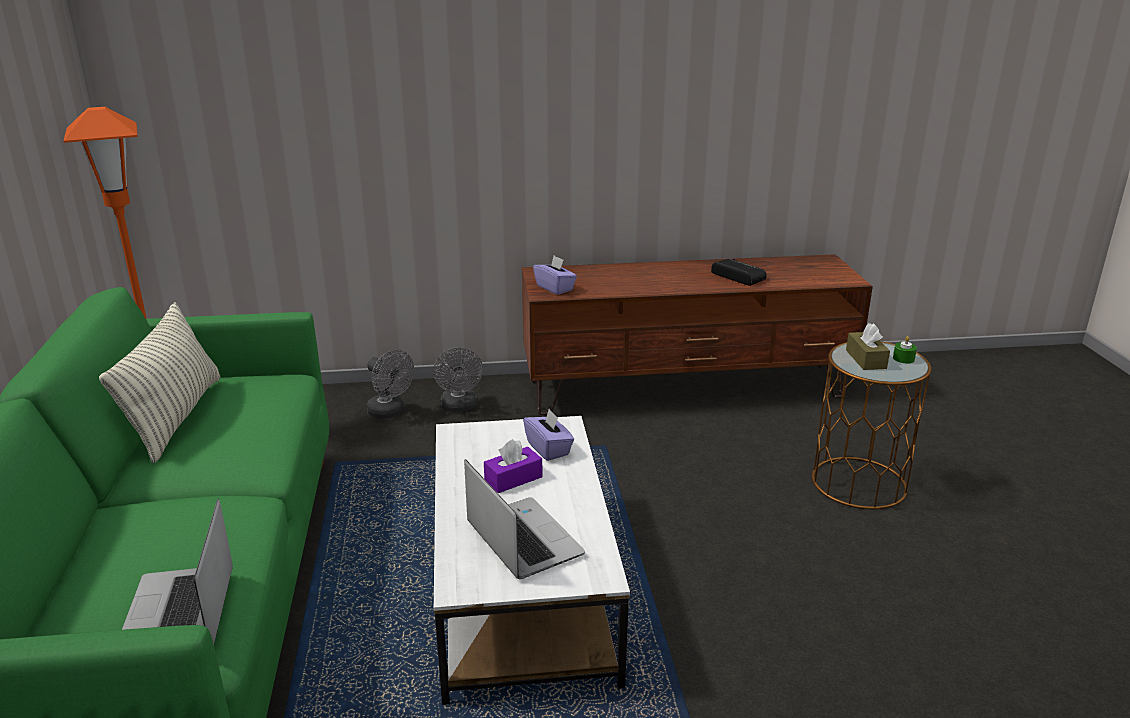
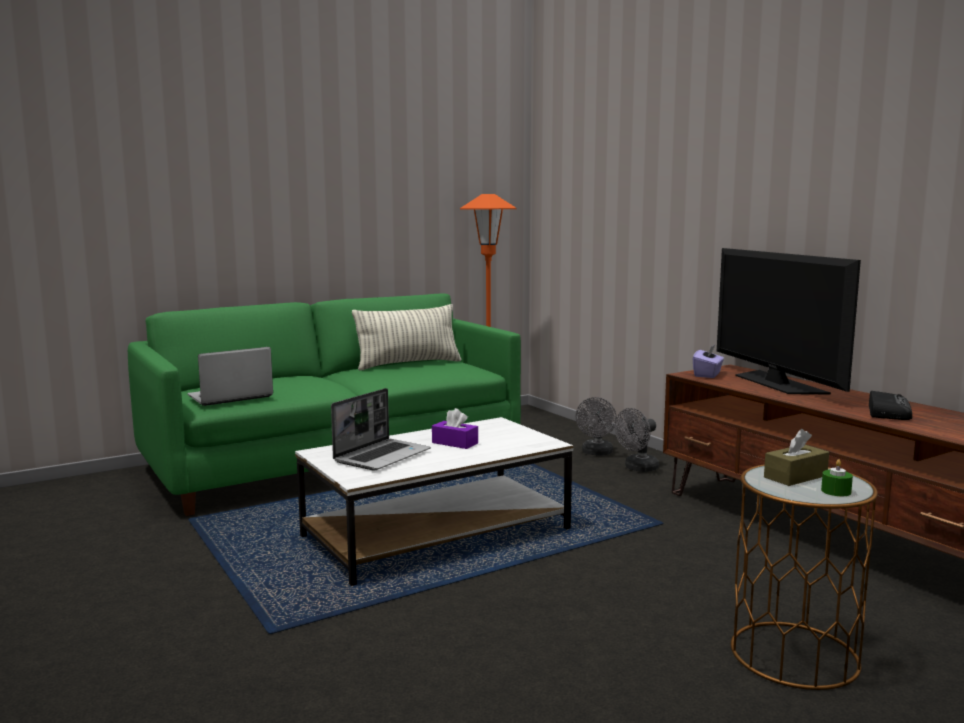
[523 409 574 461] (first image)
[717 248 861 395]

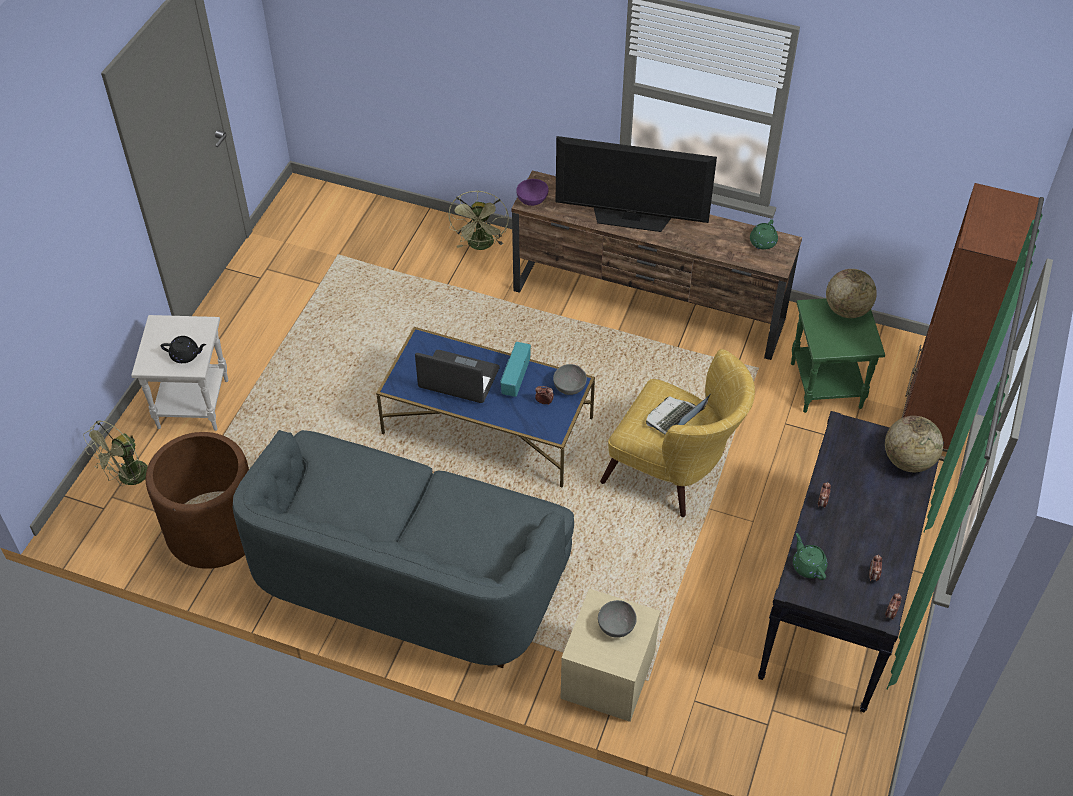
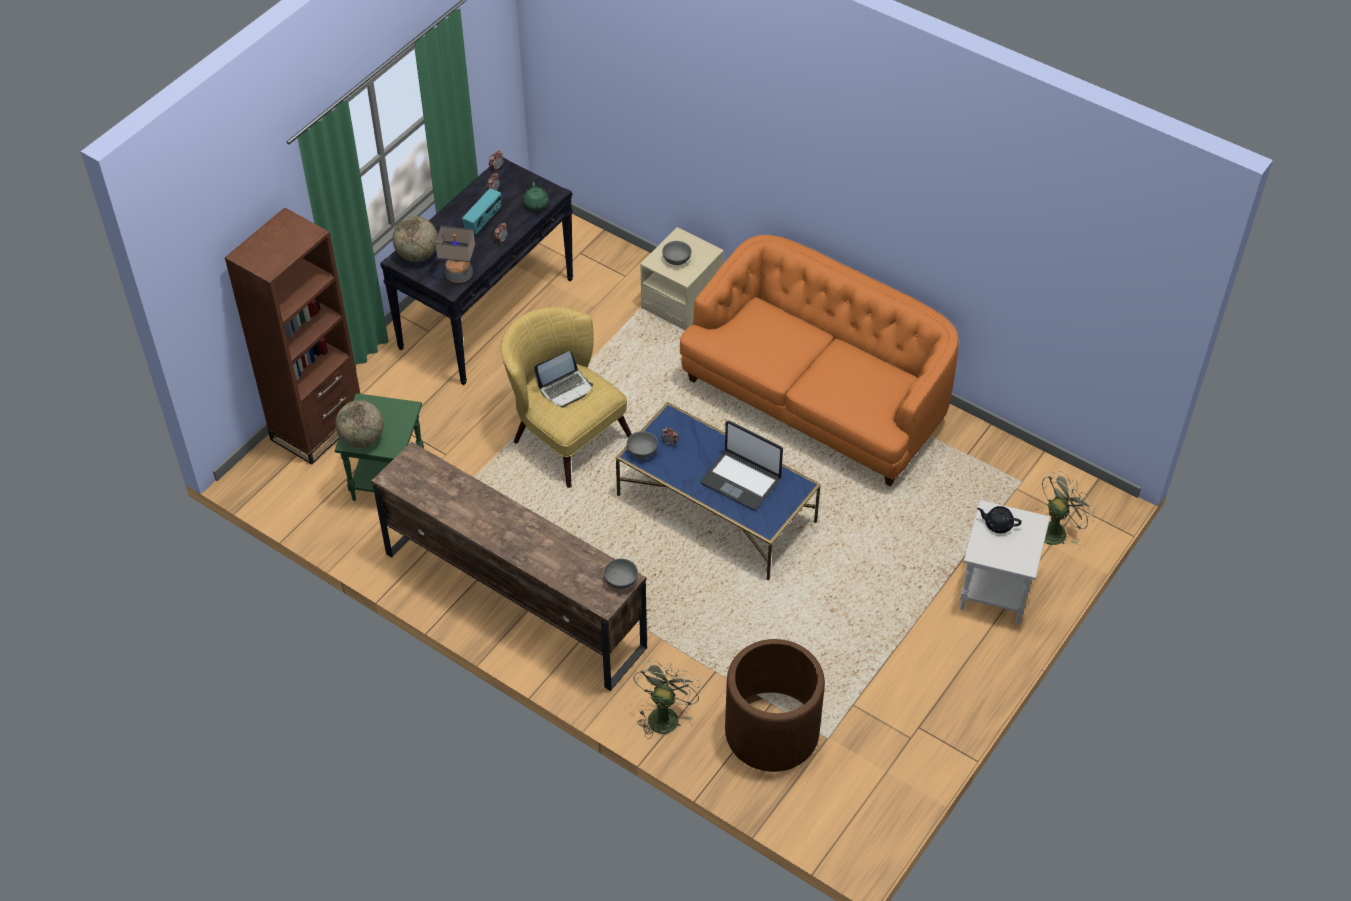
[555 136 717 232] (first image)
[750 219 778 249] (first image)
[435 226 475 283]
[725 639 825 772]
[462 188 501 235]
[680 235 959 486]
[603 558 638 589]

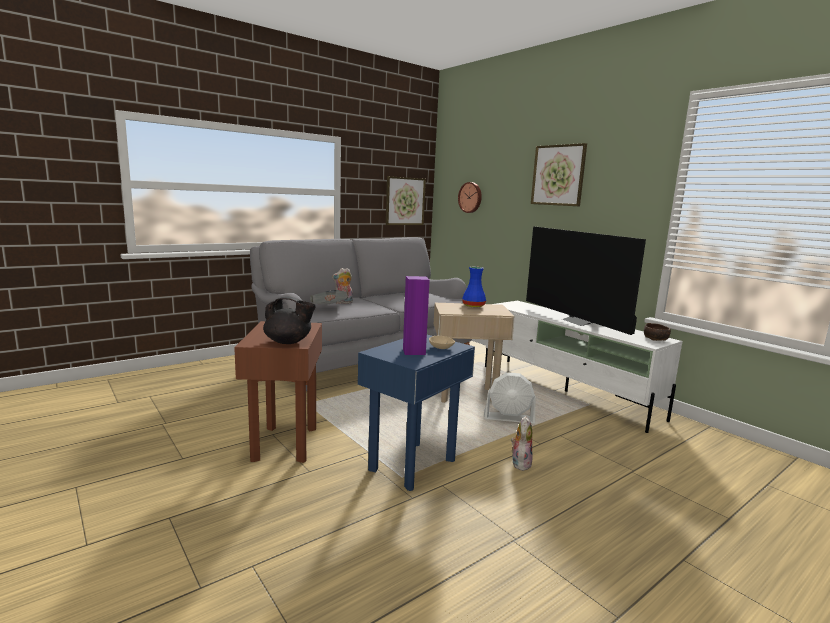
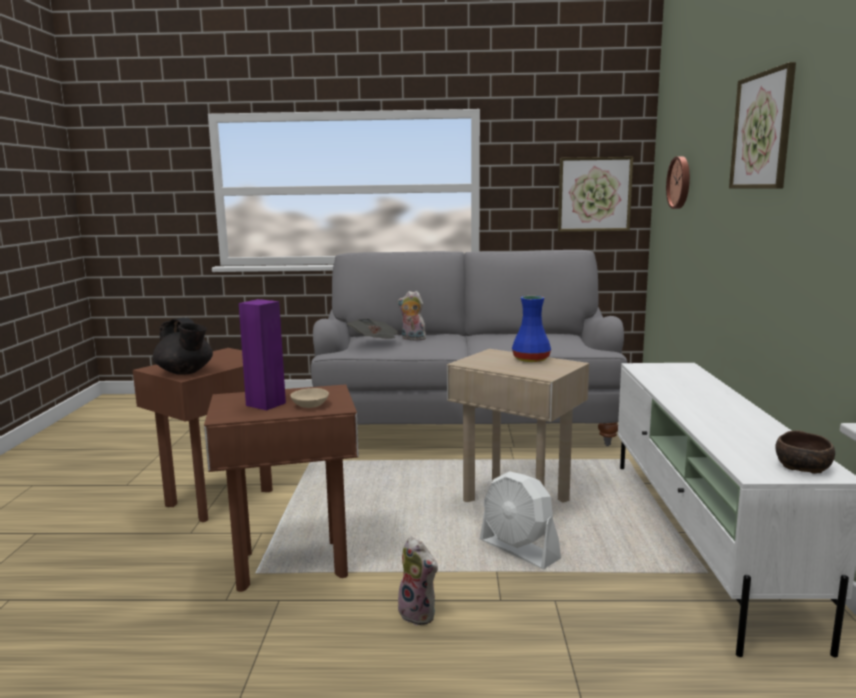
[526 226 646 335] (first image)
[204 385 359 592]
[397 537 438 626]

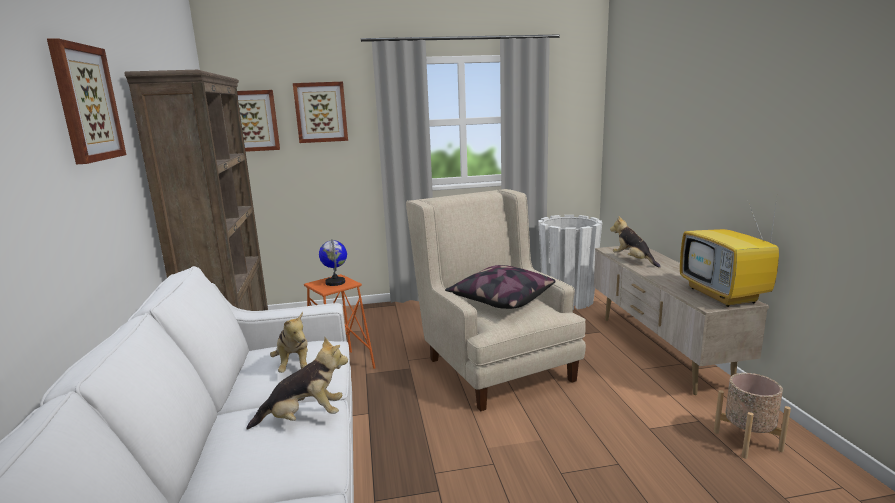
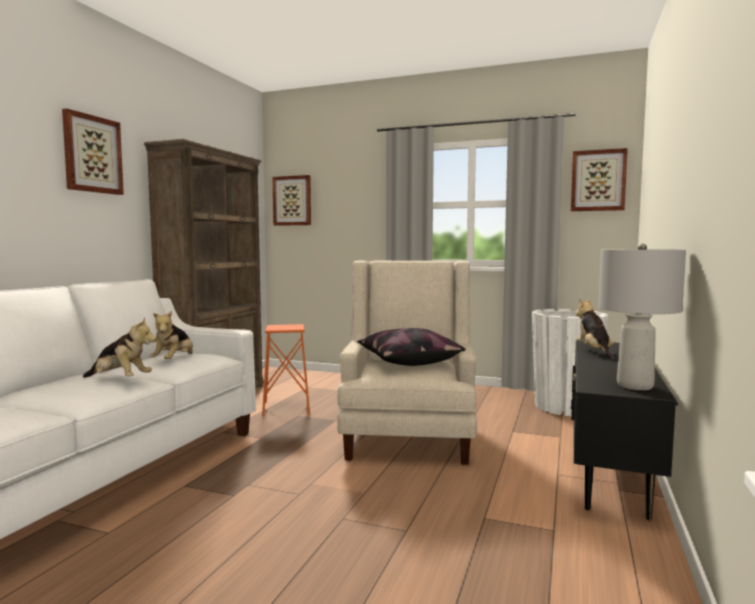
[319 239 347 286] (first image)
[714 373 791 459] (first image)
[571 148 628 211]
[598 243 686 390]
[571 340 678 520]

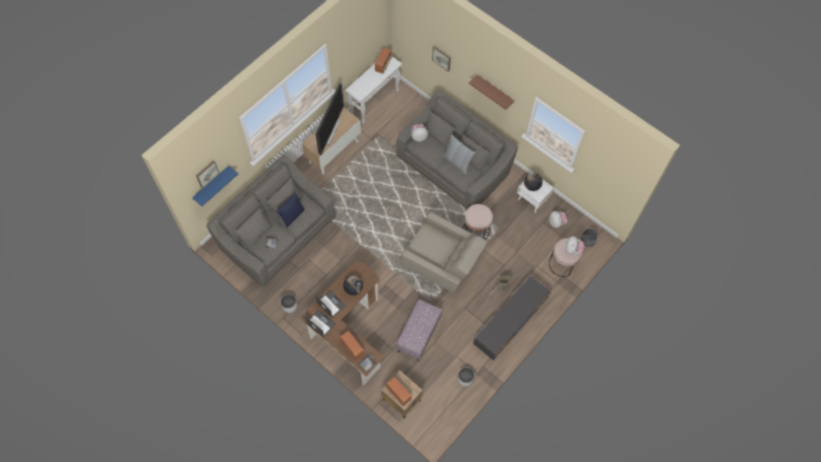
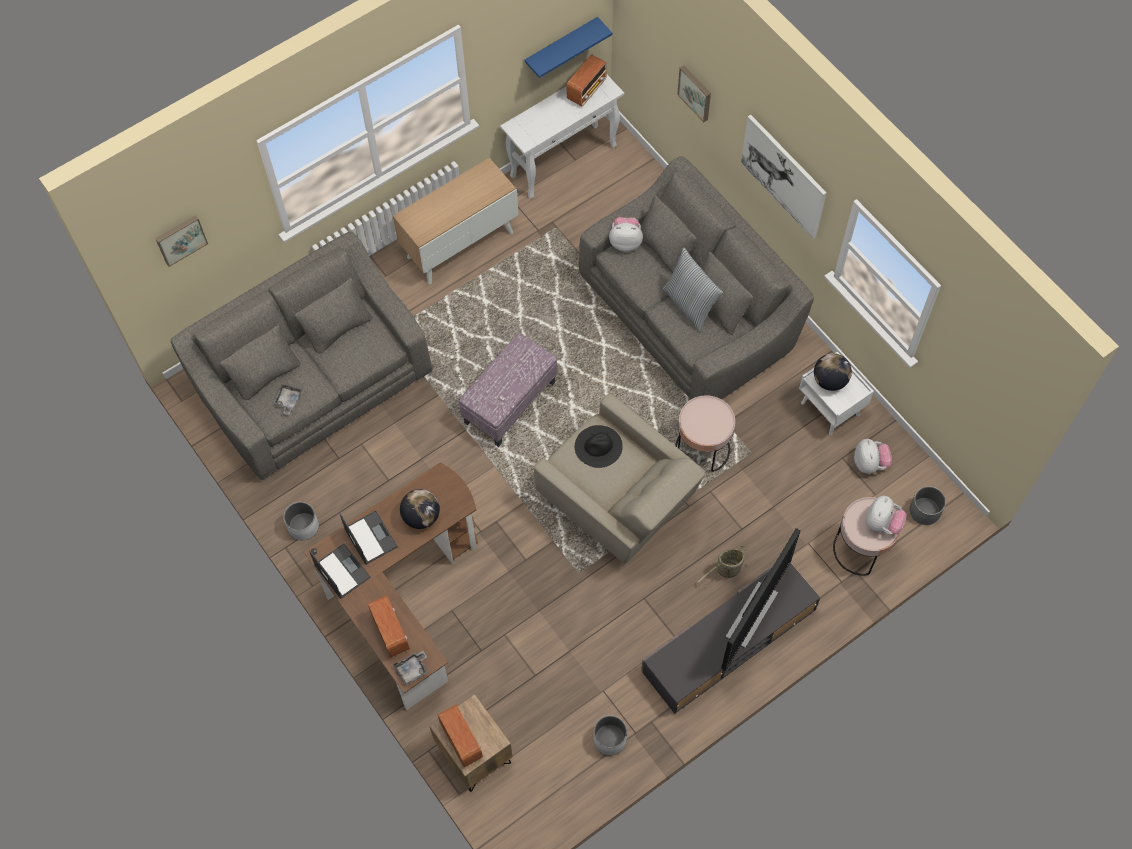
[276 192 305 228] (first image)
[575 425 623 468]
[525 17 612 78]
[721 528 801 671]
[459 333 558 447]
[741 115 827 239]

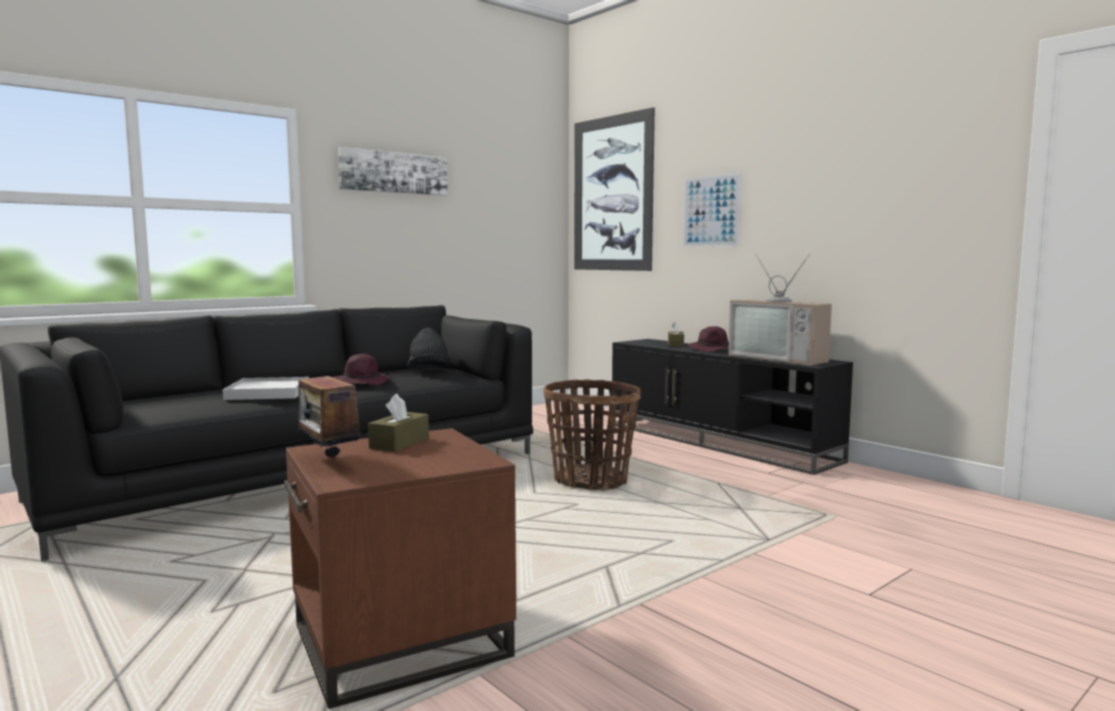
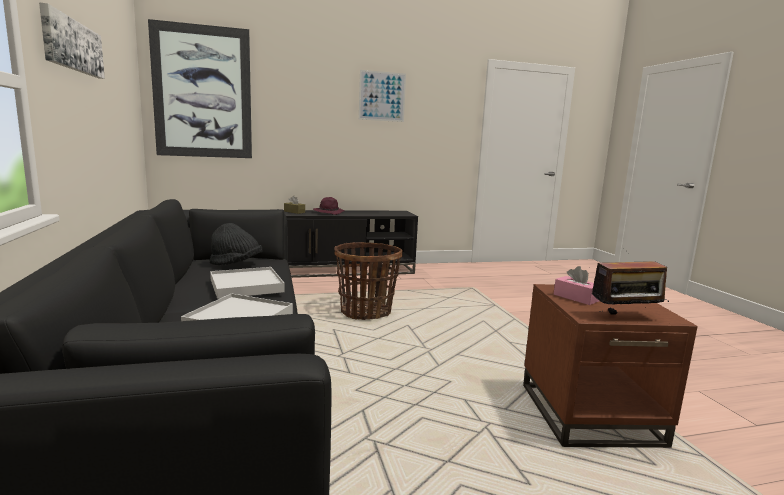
[728 253 832 366] (first image)
[359 70 406 122]
[210 267 285 299]
[554 266 599 305]

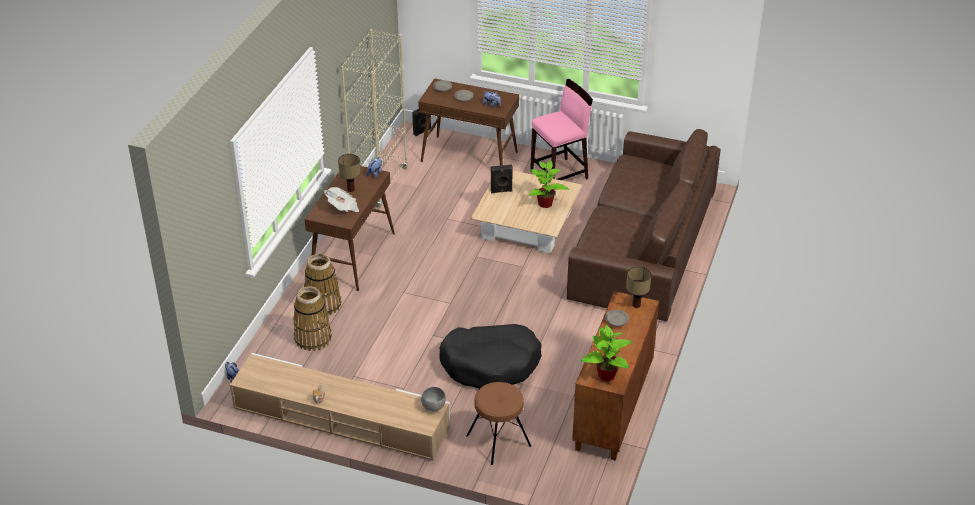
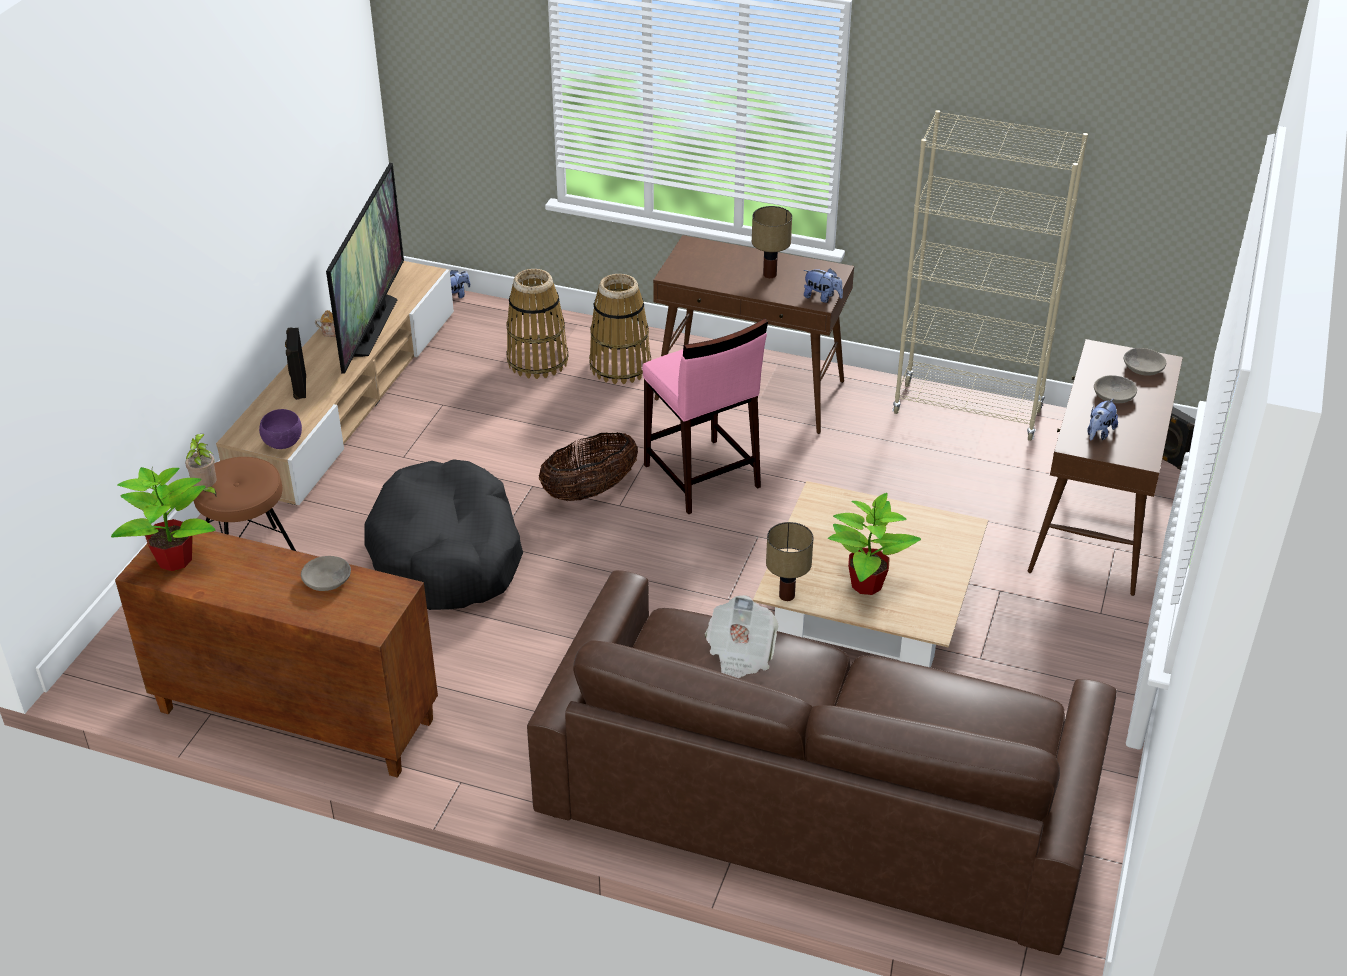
[185 434 217 496]
[326 163 404 374]
[539 432 638 501]
[705 595 779 678]
[285 327 306 400]
[642 318 768 514]
[766 522 814 601]
[259 409 302 449]

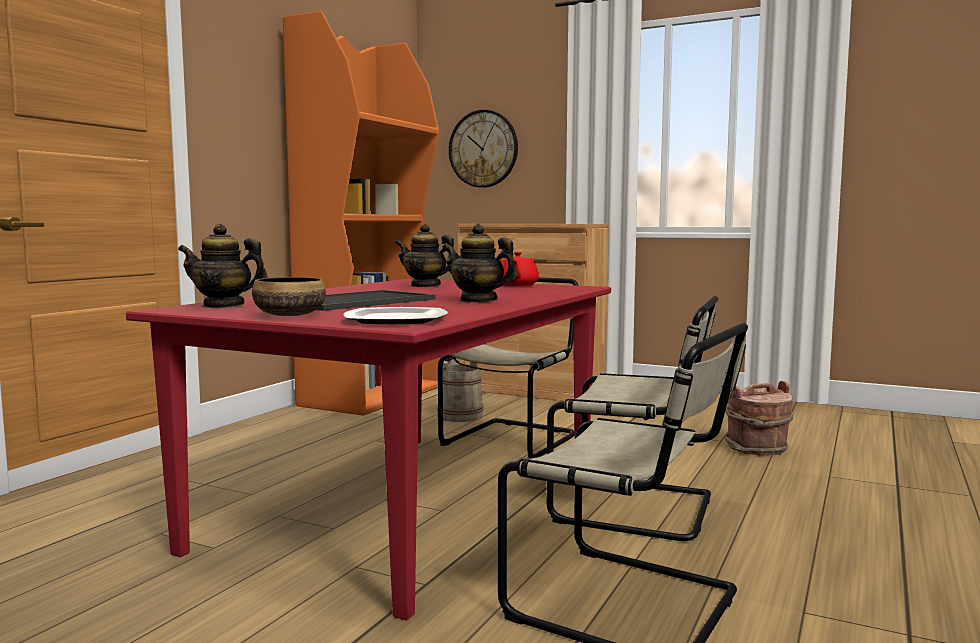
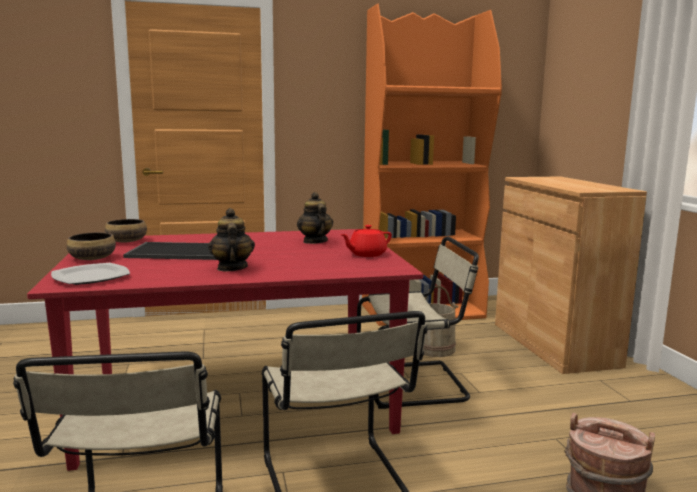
[449 110 518 188] (first image)
[105 219 147 242]

